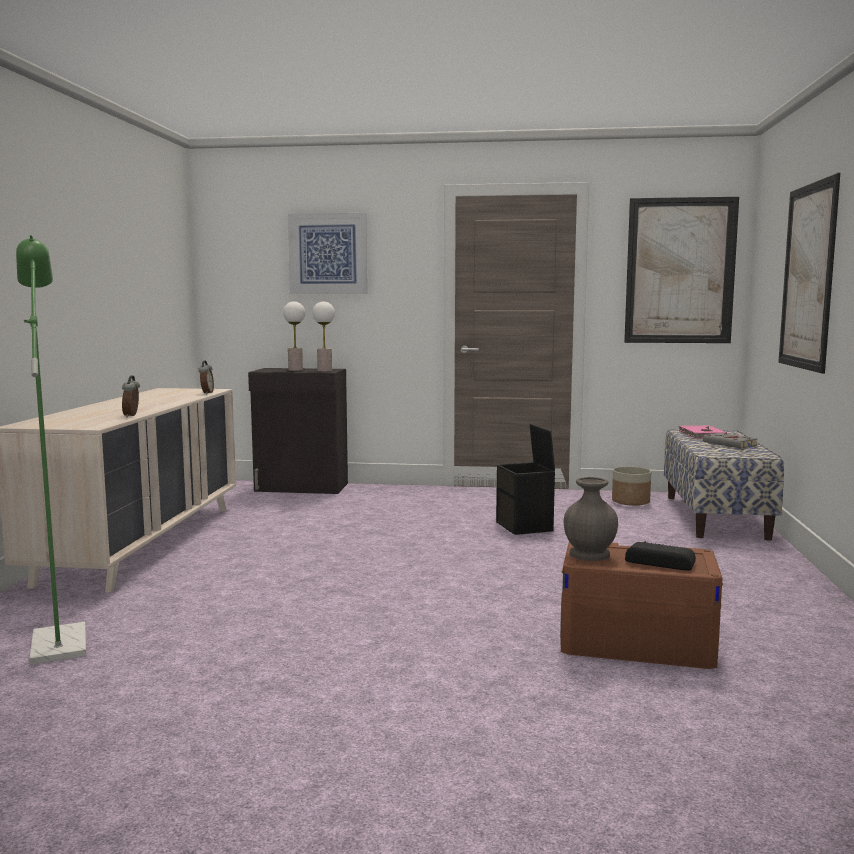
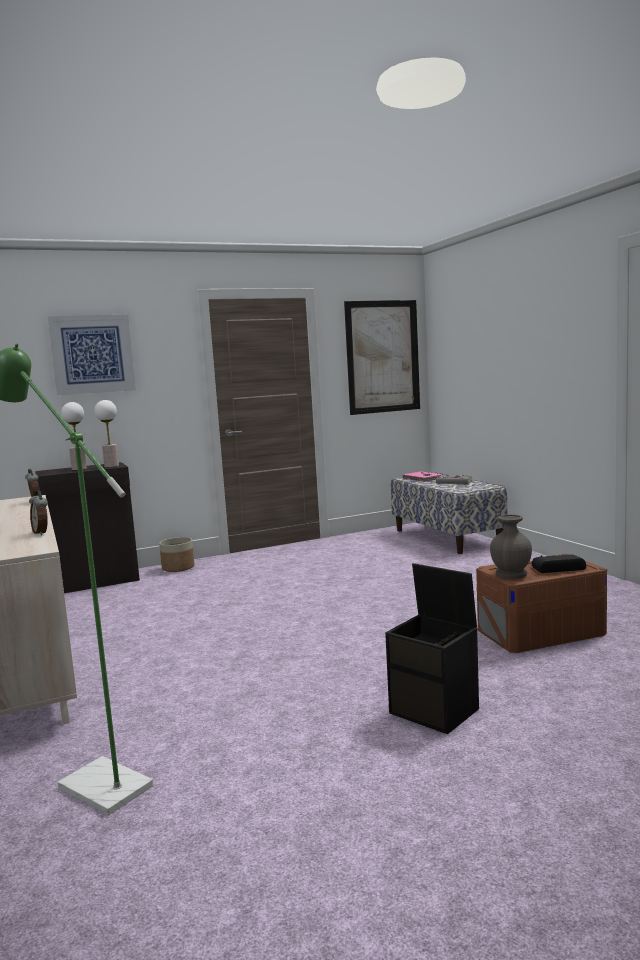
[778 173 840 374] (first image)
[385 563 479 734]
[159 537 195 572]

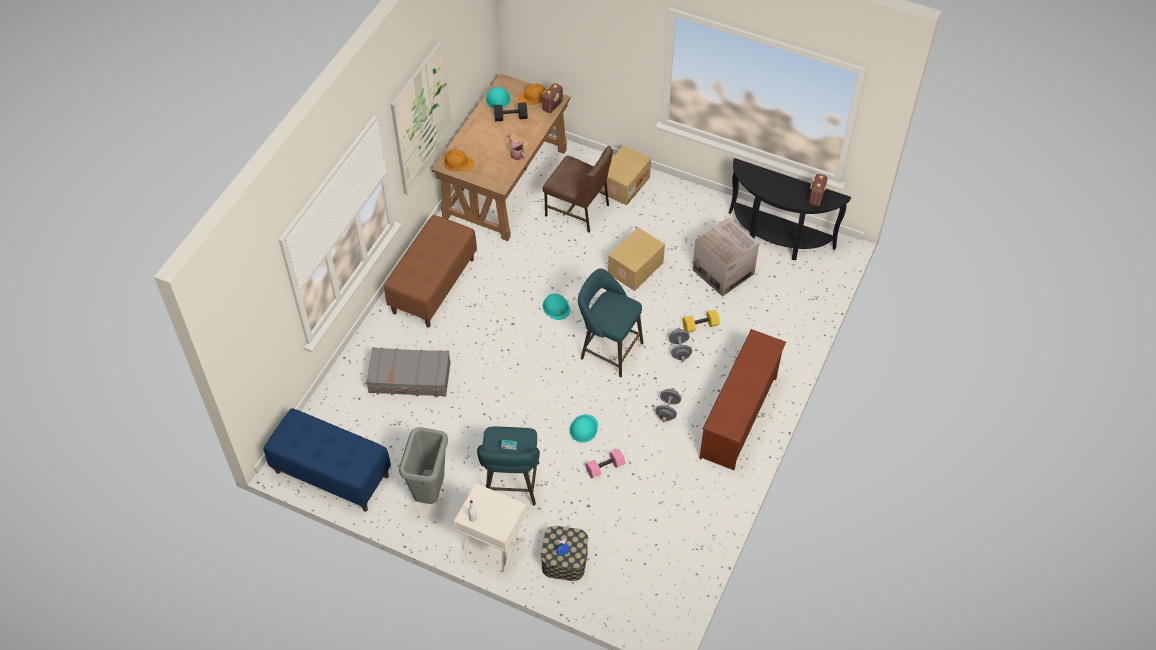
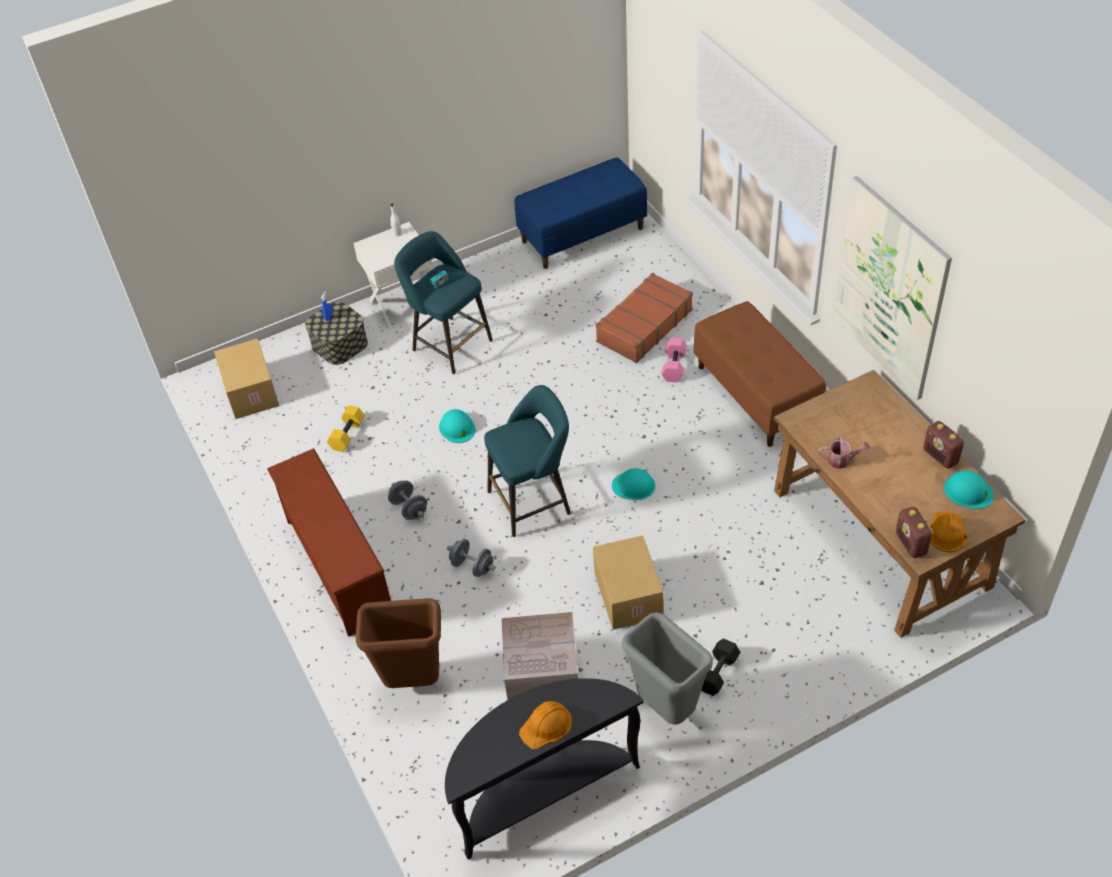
[543 146 613 233] (first image)
[356 598 441 688]
[622 612 713 725]
[519 701 572 749]
[701 638 740 696]
[662 338 687 382]
[214 339 279 419]
[327 405 365 452]
[923 421 965 469]
[596 273 693 363]

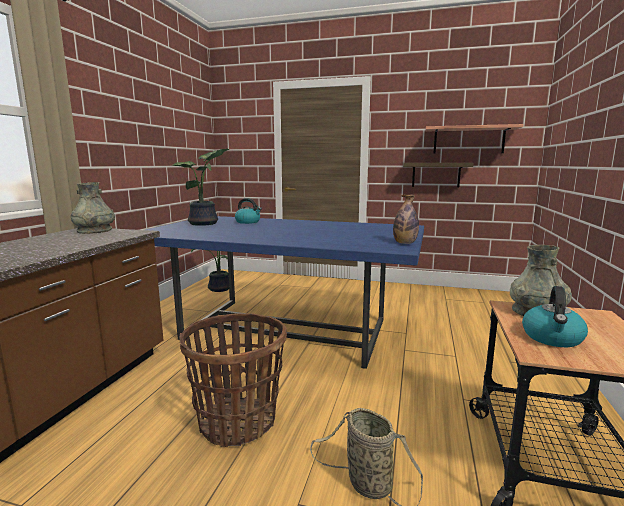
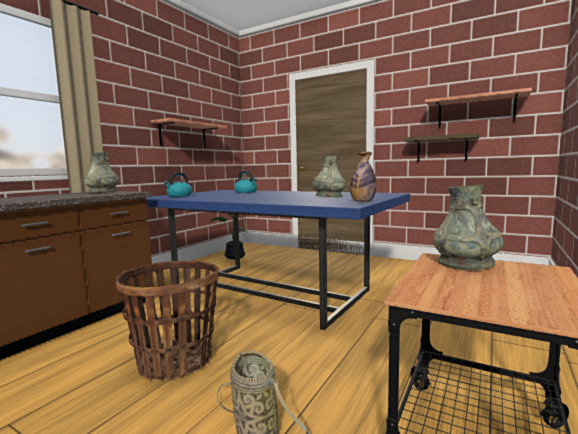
[171 149 229 226] (first image)
[151 118 227 148]
[312 155 346 197]
[164 172 192 197]

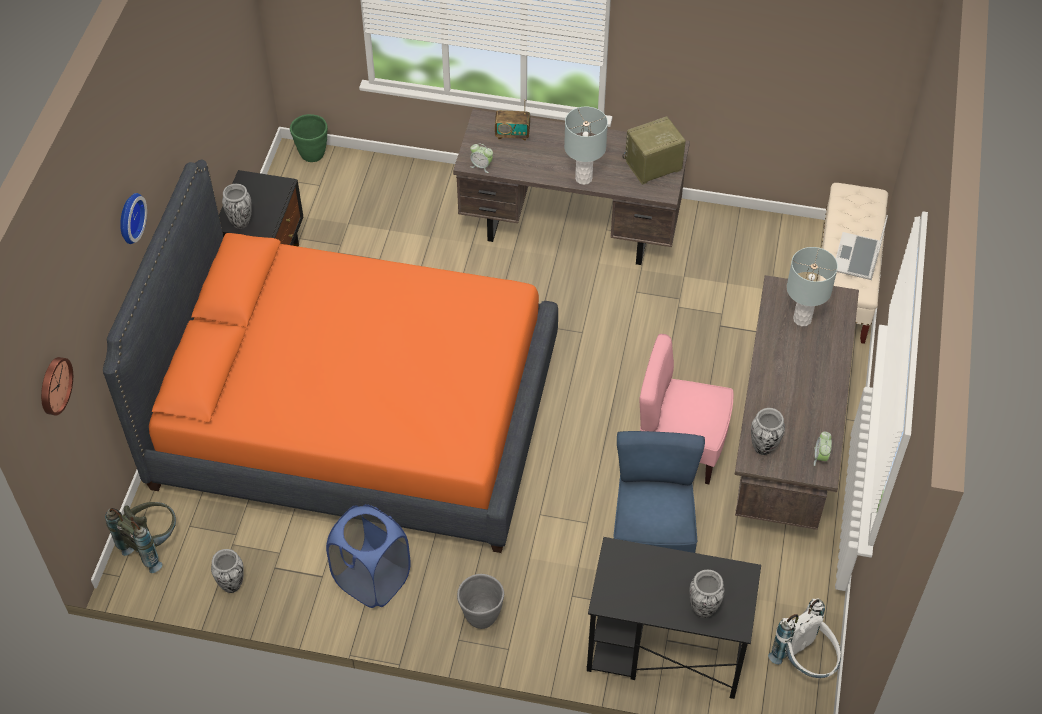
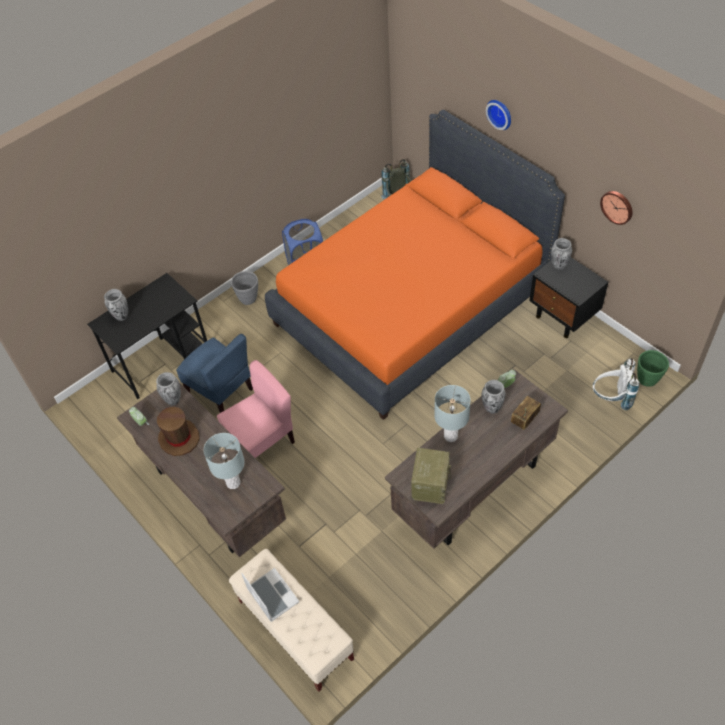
[157 407 200 456]
[600 191 633 225]
[482 380 506 414]
[593 358 639 410]

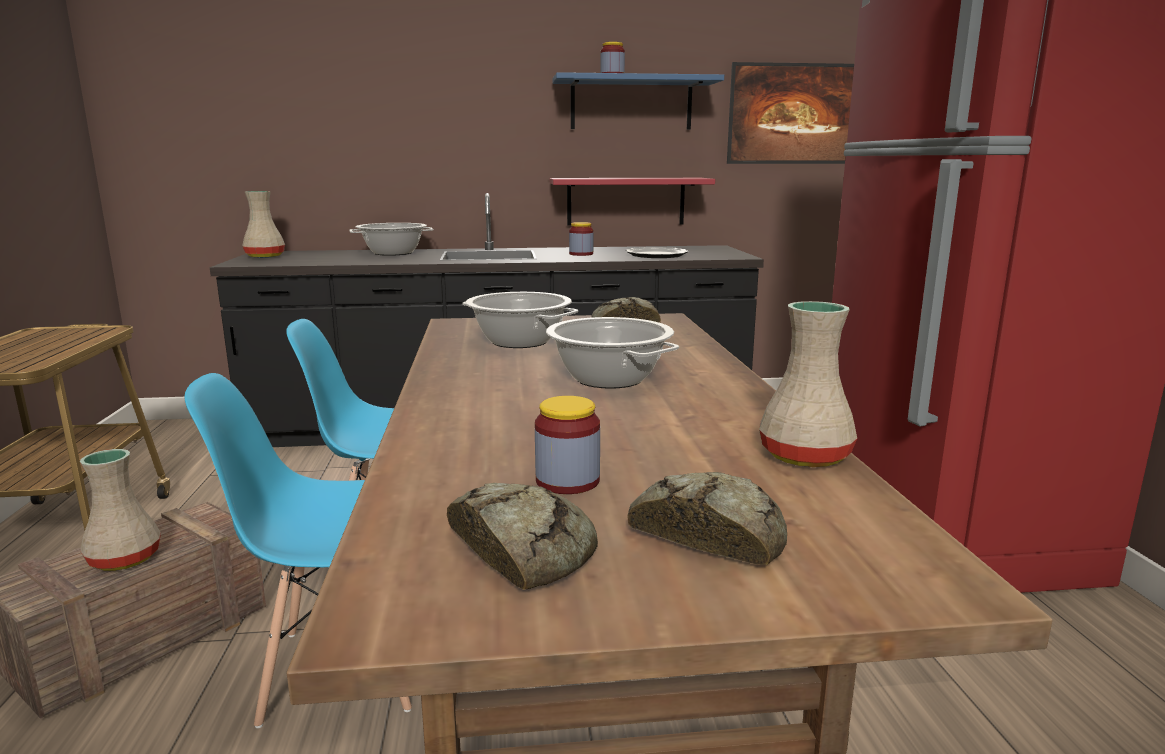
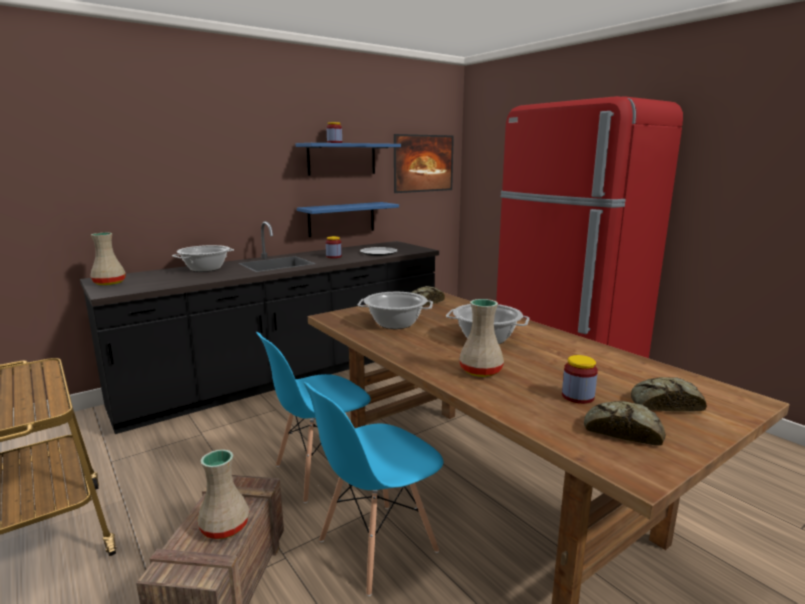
[459 299 504 377]
[297 202 399 237]

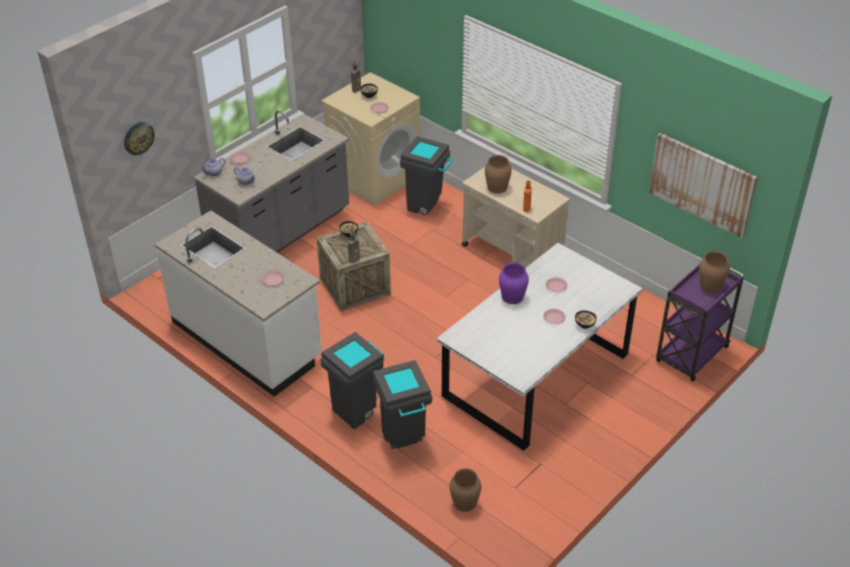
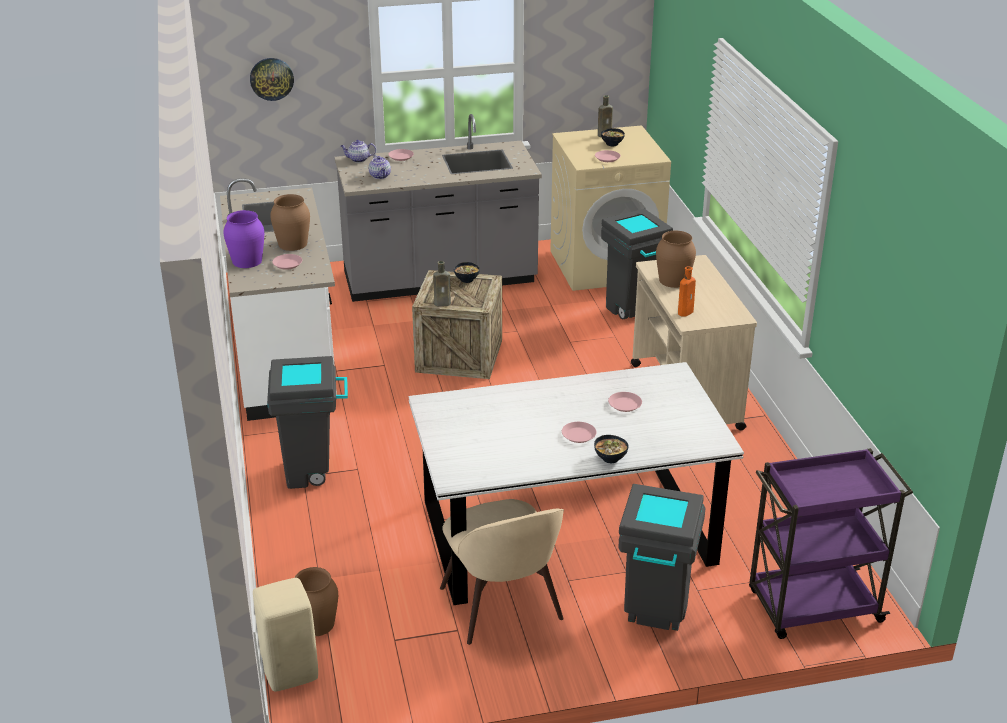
[649 133 758 238] (first image)
[253 578 318 691]
[440 499 564 645]
[618 484 706 631]
[224 210 264 268]
[270 194 310 251]

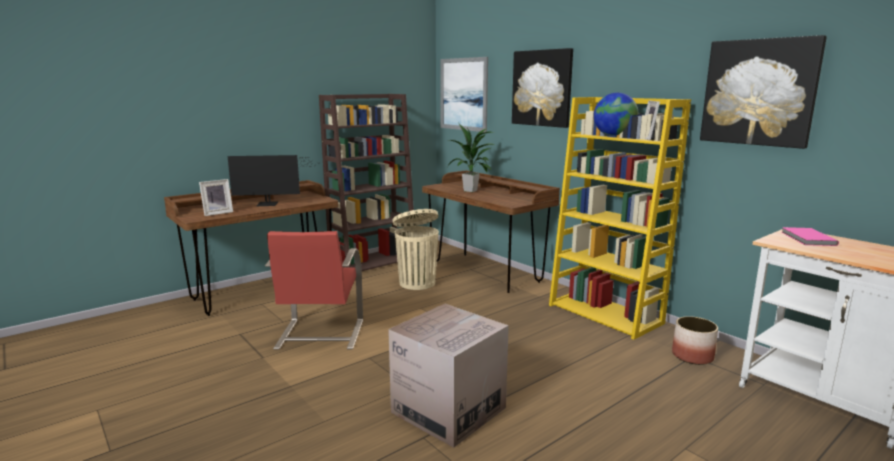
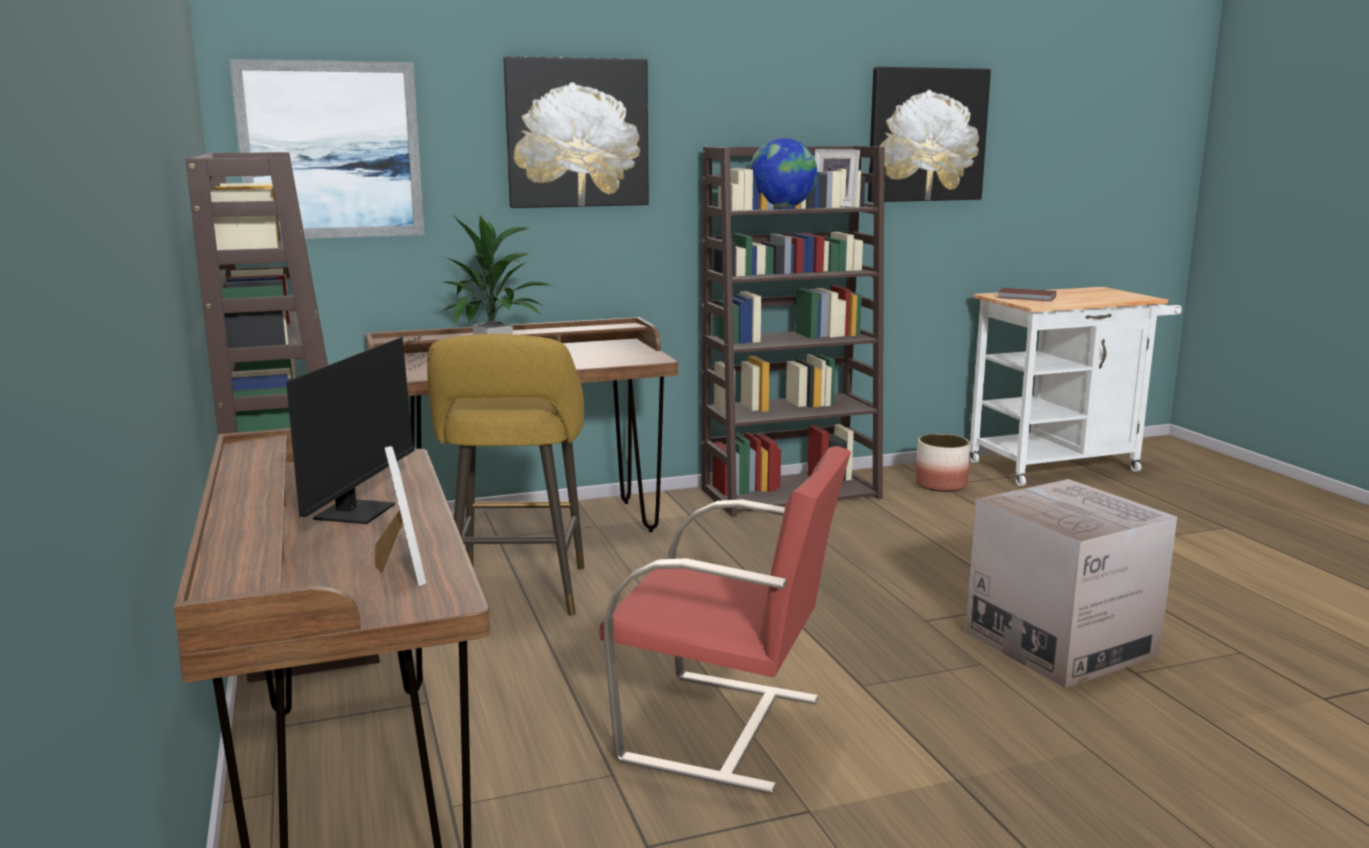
[427 334 584 616]
[702 146 885 517]
[997 288 1056 301]

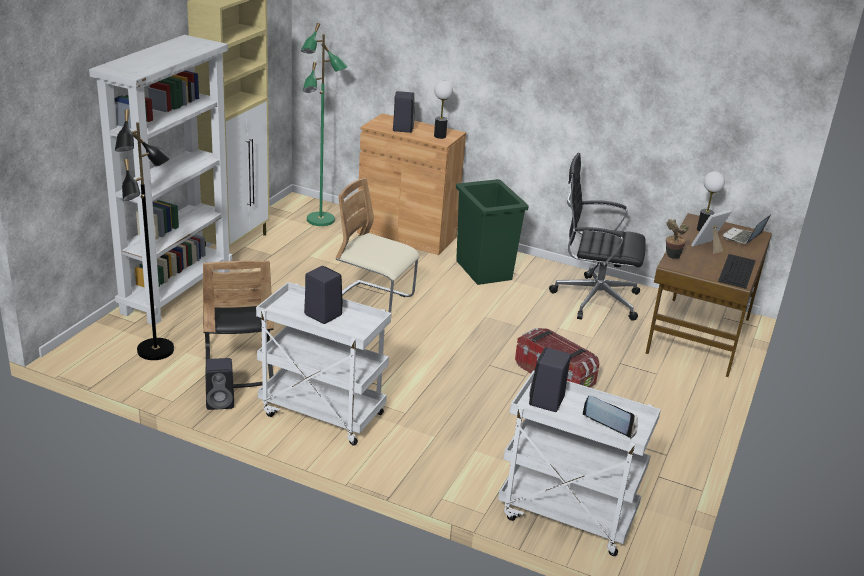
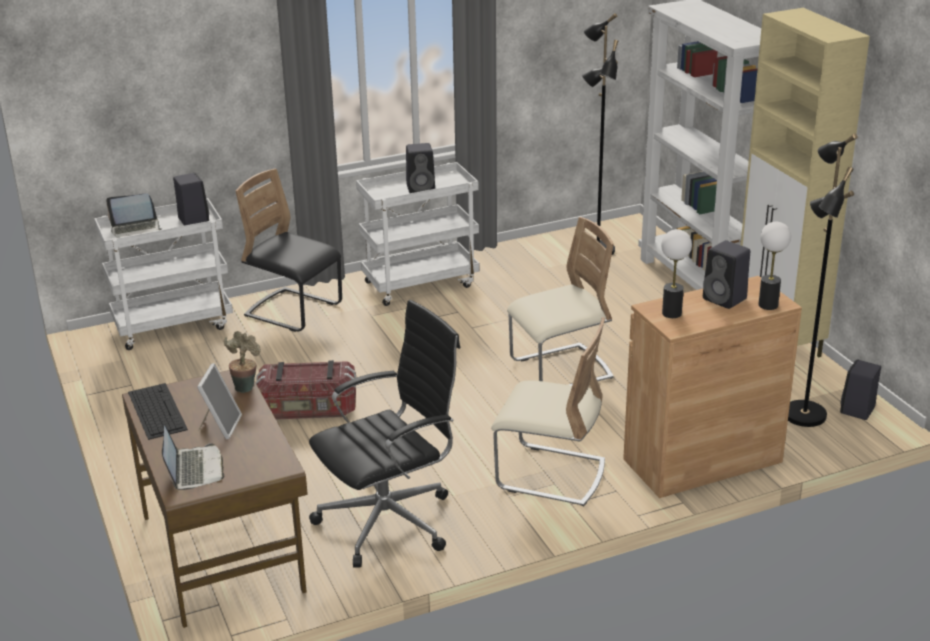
[236 169 342 332]
[840 359 881 420]
[758 222 791 310]
[491 317 605 506]
[788 133 858 427]

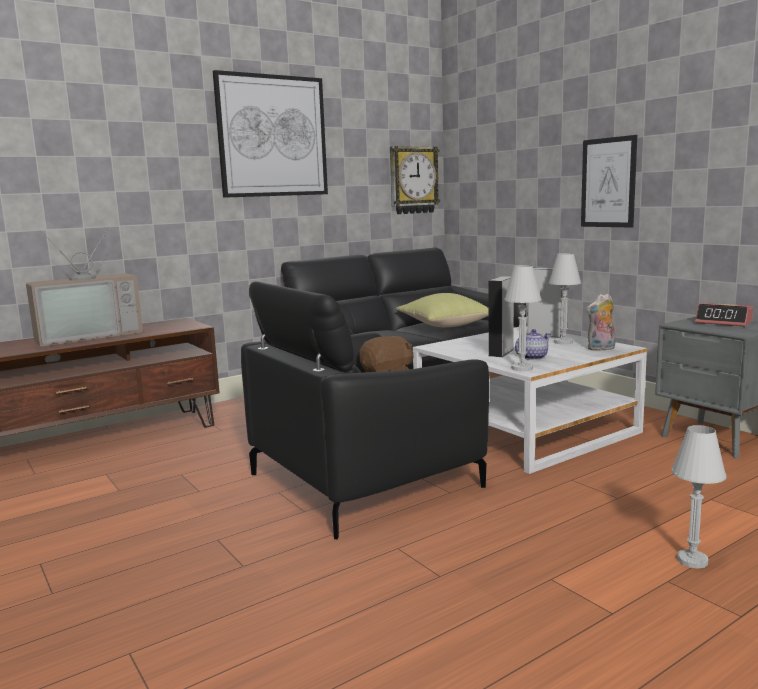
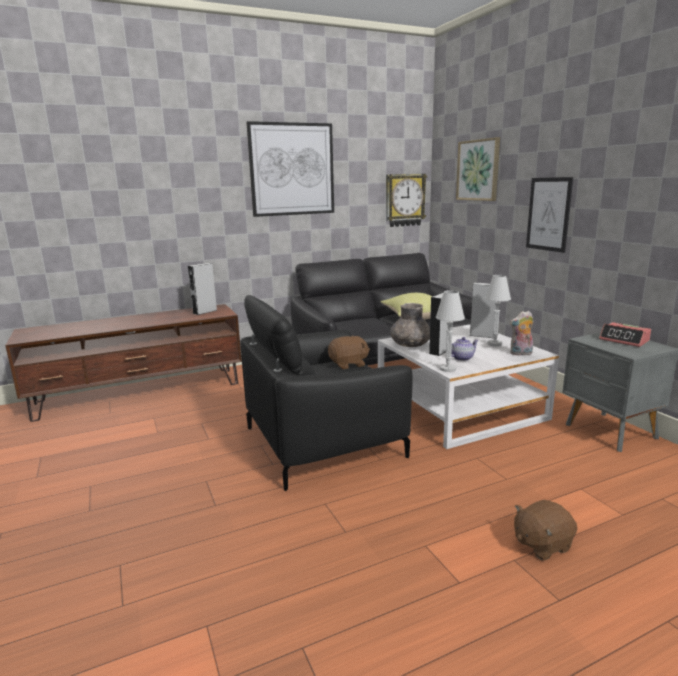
[26 227 143 346] (first image)
[188 263 217 315]
[390 303 430 347]
[456 137 500 201]
[514 500 577 561]

